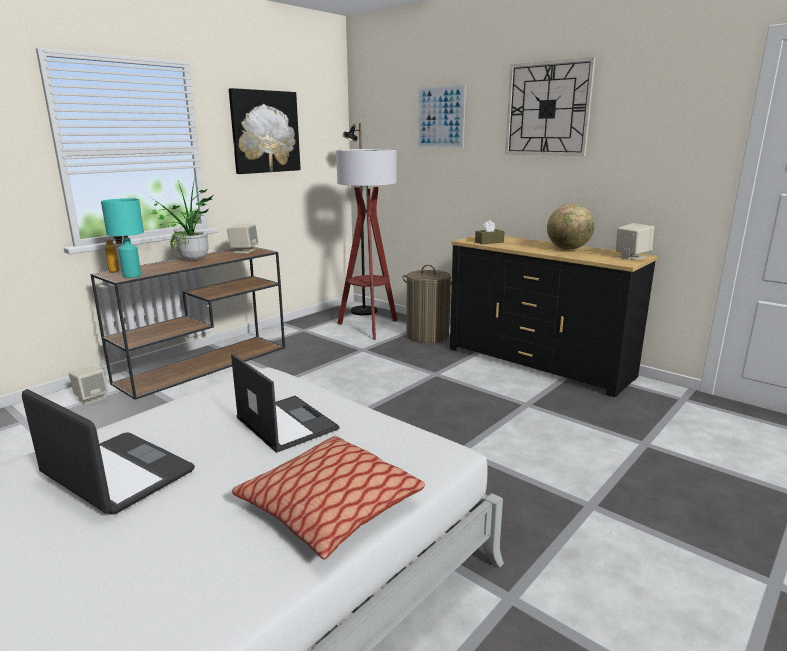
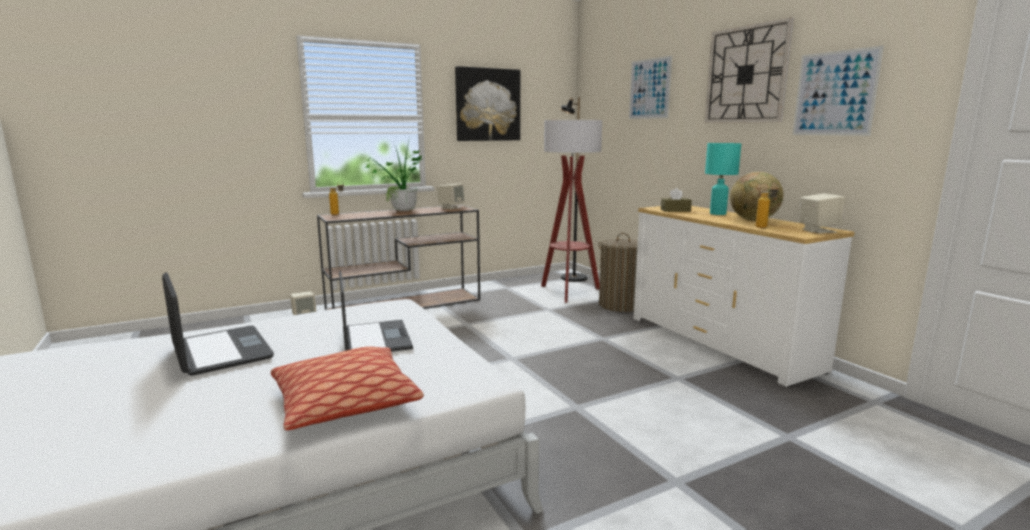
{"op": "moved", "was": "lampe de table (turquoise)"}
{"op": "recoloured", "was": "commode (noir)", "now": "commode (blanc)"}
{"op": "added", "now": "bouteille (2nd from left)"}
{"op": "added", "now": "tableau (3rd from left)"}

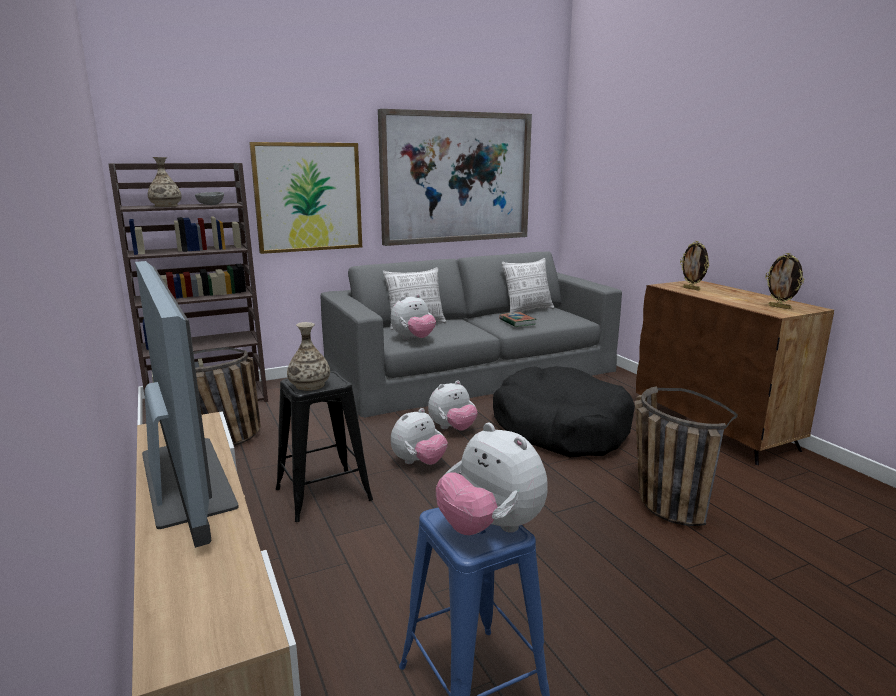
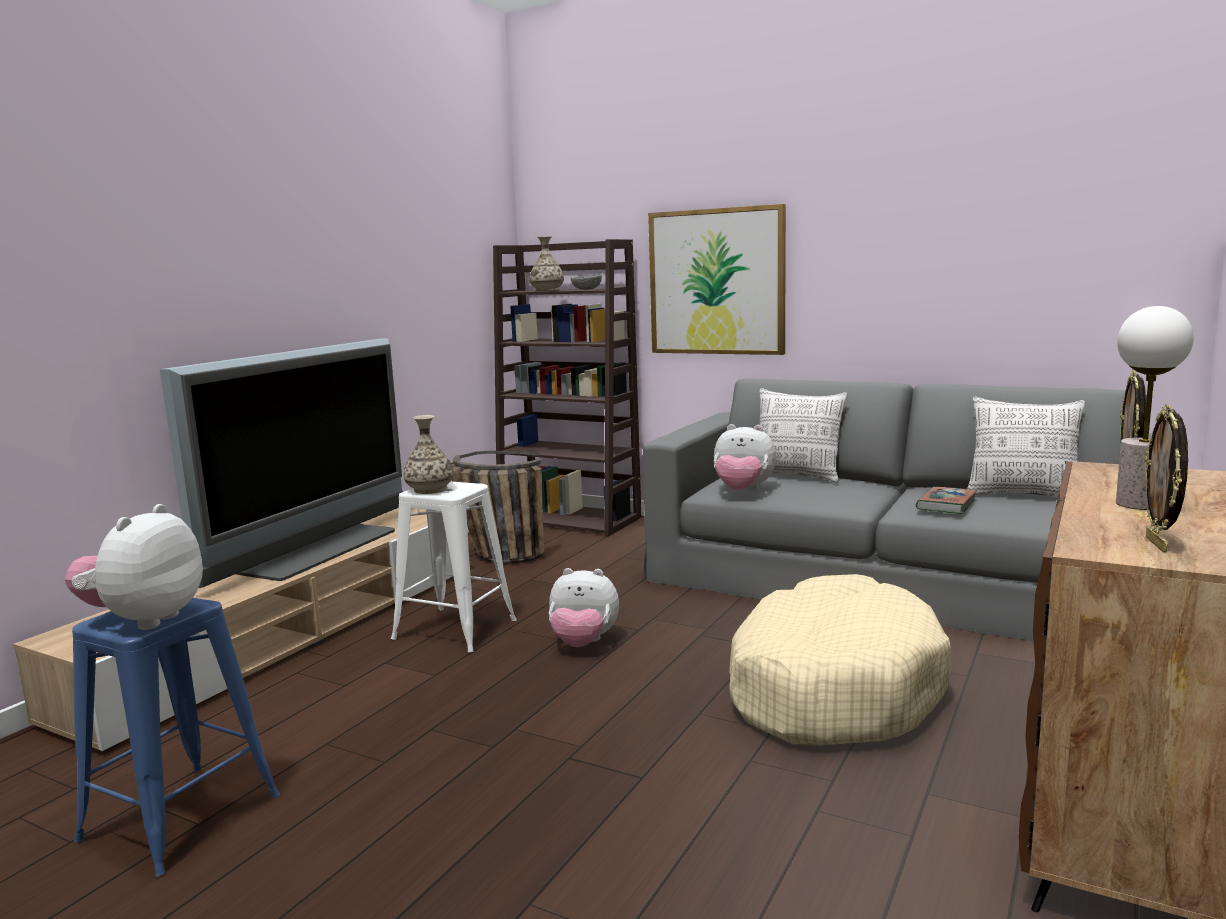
{"op": "recoloured", "was": "tabouret (noir)", "now": "tabouret (blanc)"}
{"op": "removed", "was": "tableau (2nd from left)"}
{"op": "removed", "was": "peluche (3rd from left)"}
{"op": "recoloured", "was": "panier pour chien (noir)", "now": "panier pour chien (beige)"}
{"op": "removed", "was": "panier (2nd from left)"}
{"op": "added", "now": "lampe de table"}

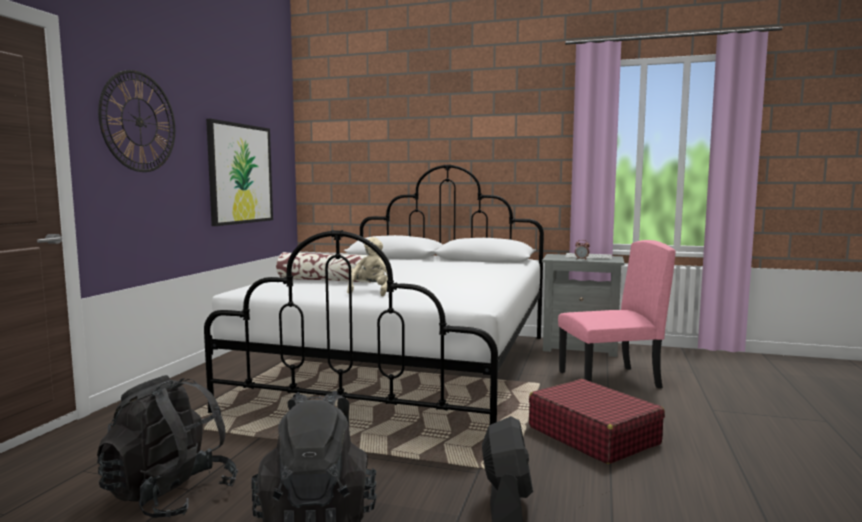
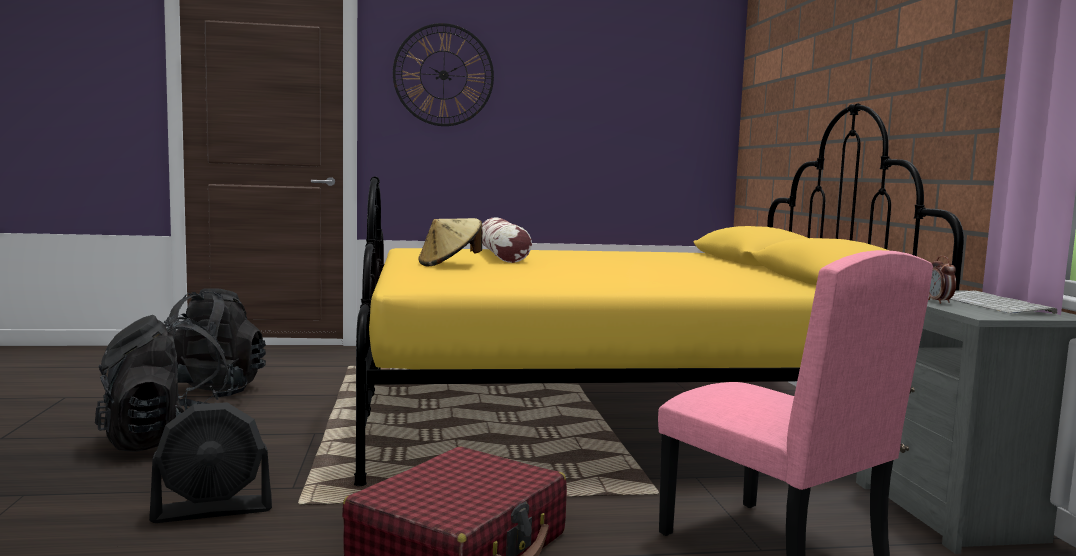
{"op": "recoloured", "was": "lit (blanc)", "now": "lit (jaune)"}
{"op": "removed", "was": "tableau"}
{"op": "replaced", "was": "peluche (beige)", "now": "chapeau (beige)"}

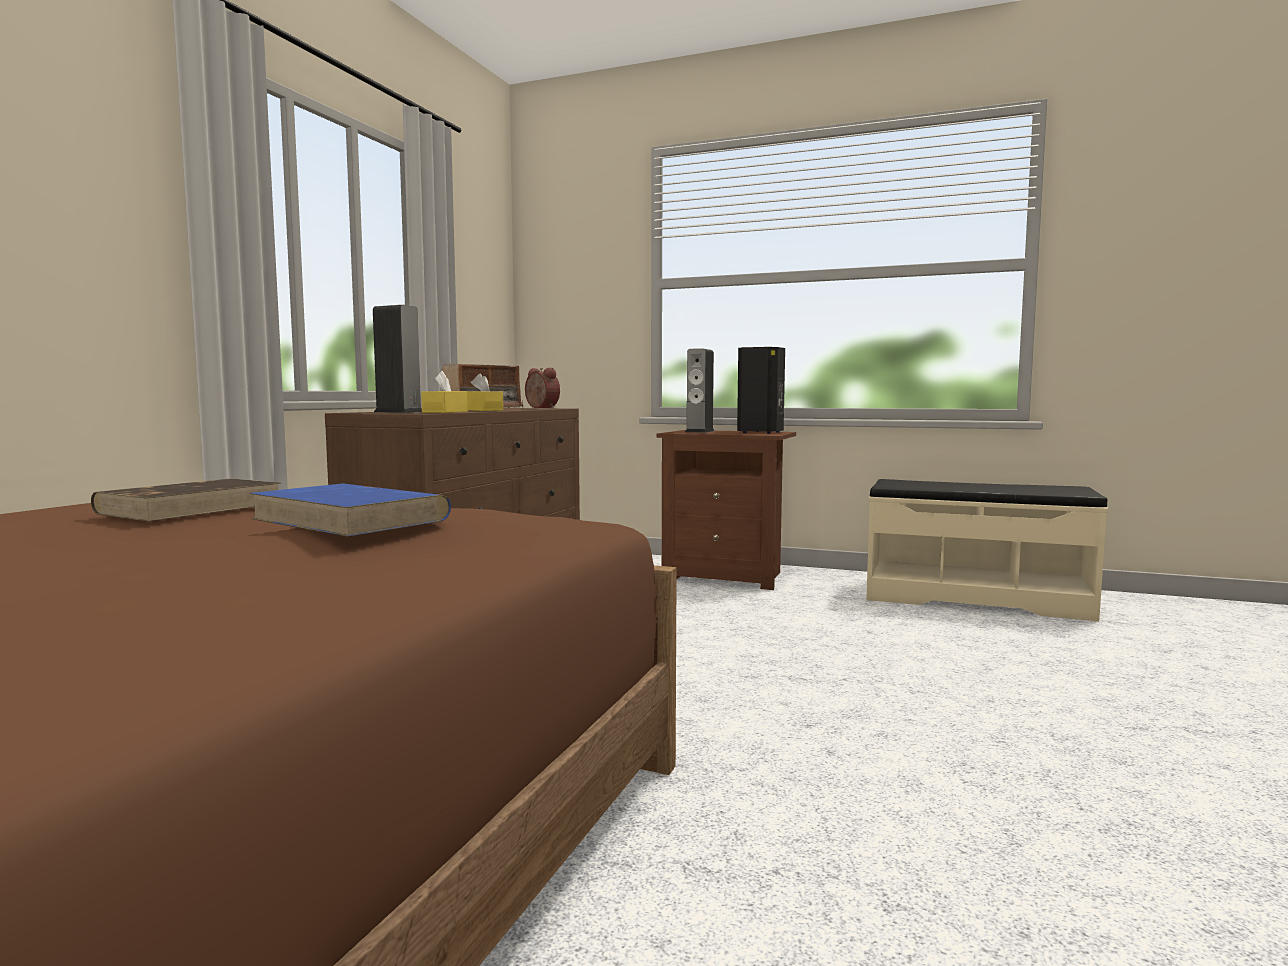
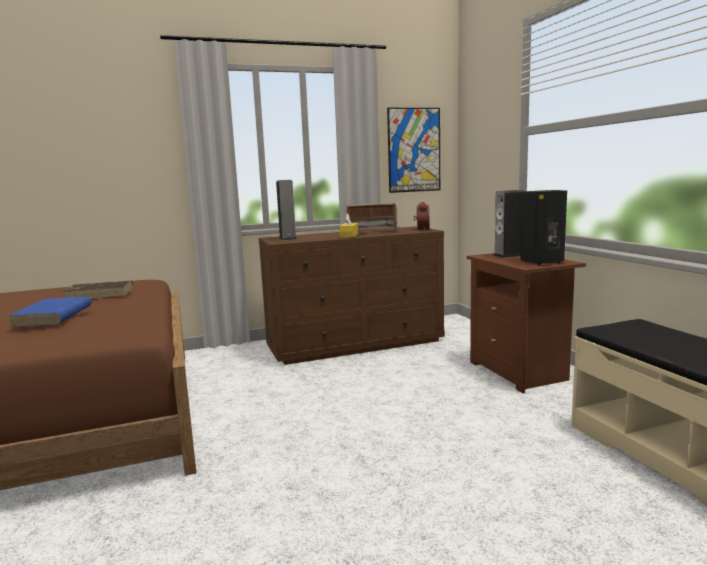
{"op": "removed", "was": "boîte à mouchoirs (jaune) (1st from left)"}
{"op": "added", "now": "tableau"}

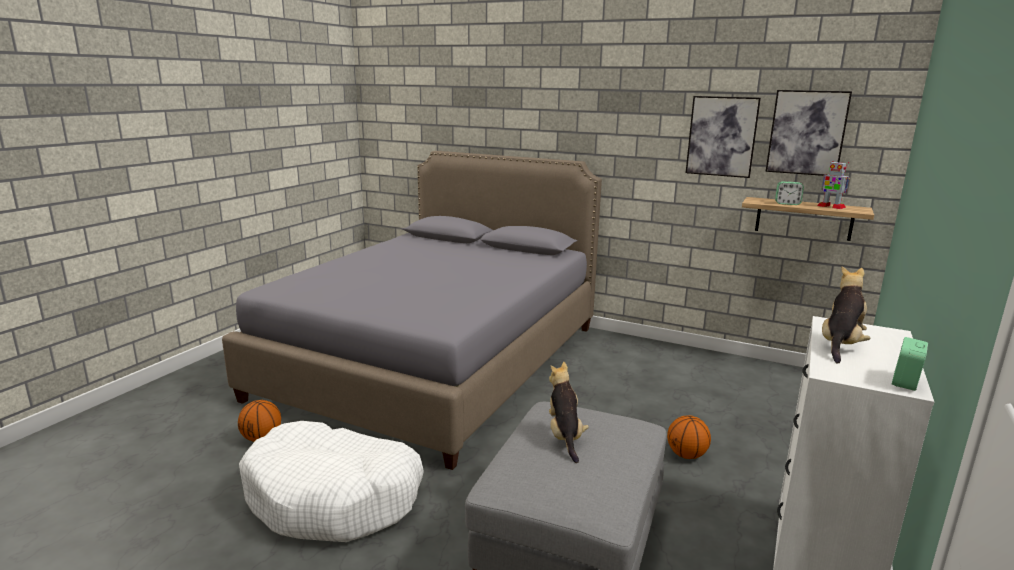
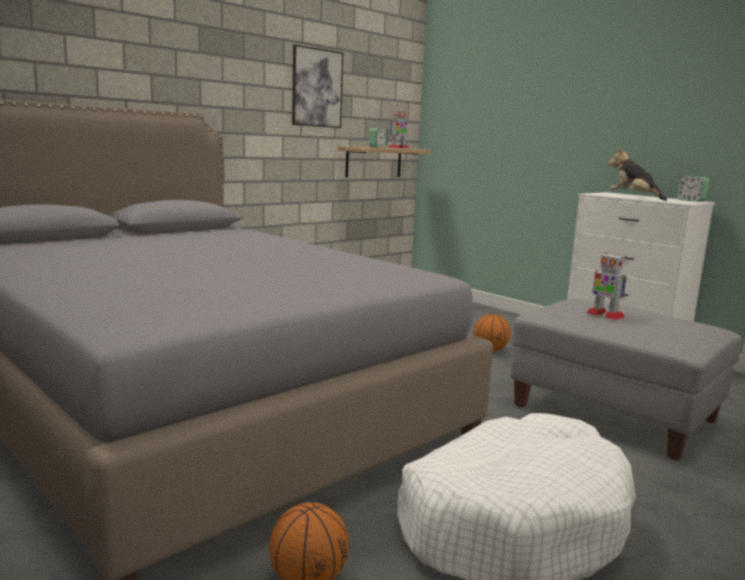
{"op": "replaced", "was": "peluche (1st from left)", "now": "robot jouet (2nd from left)"}
{"op": "removed", "was": "tableau (2nd from left)"}

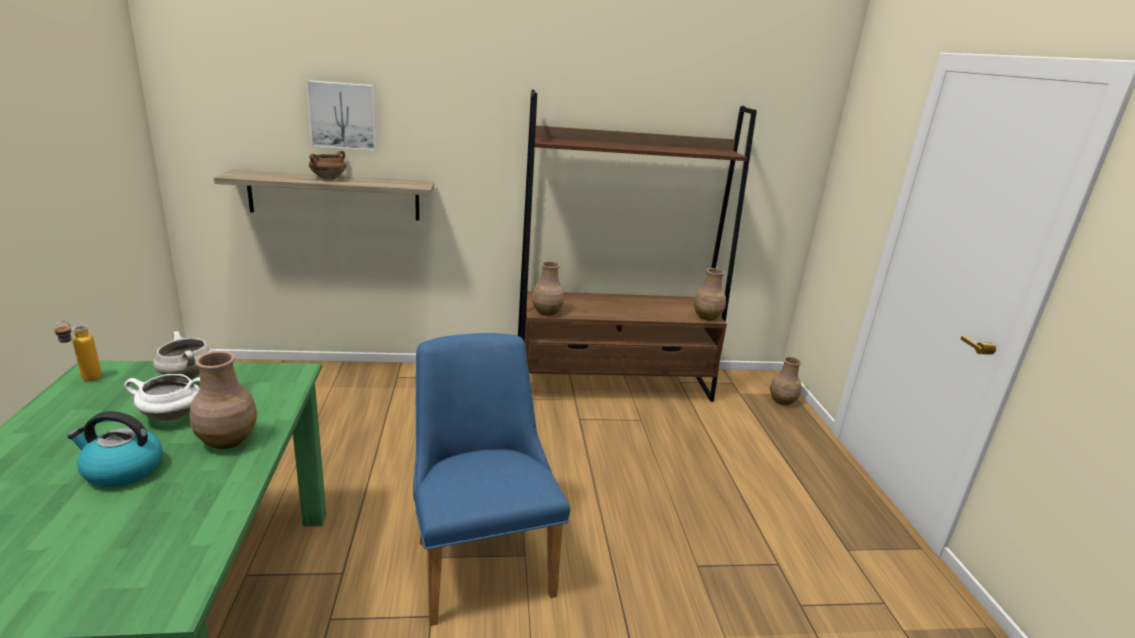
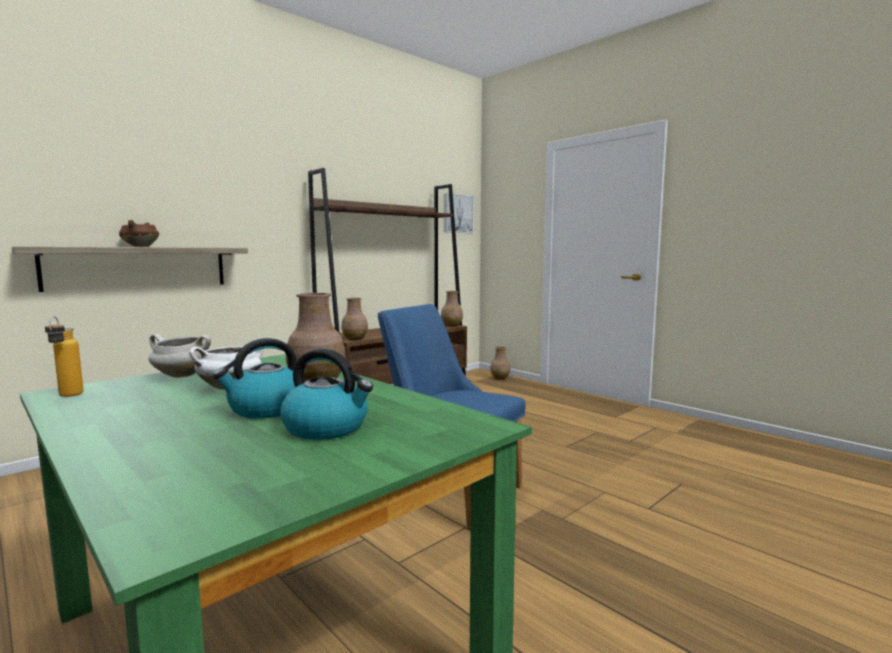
{"op": "moved", "was": "tableau"}
{"op": "added", "now": "bouilloire (2nd from left)"}

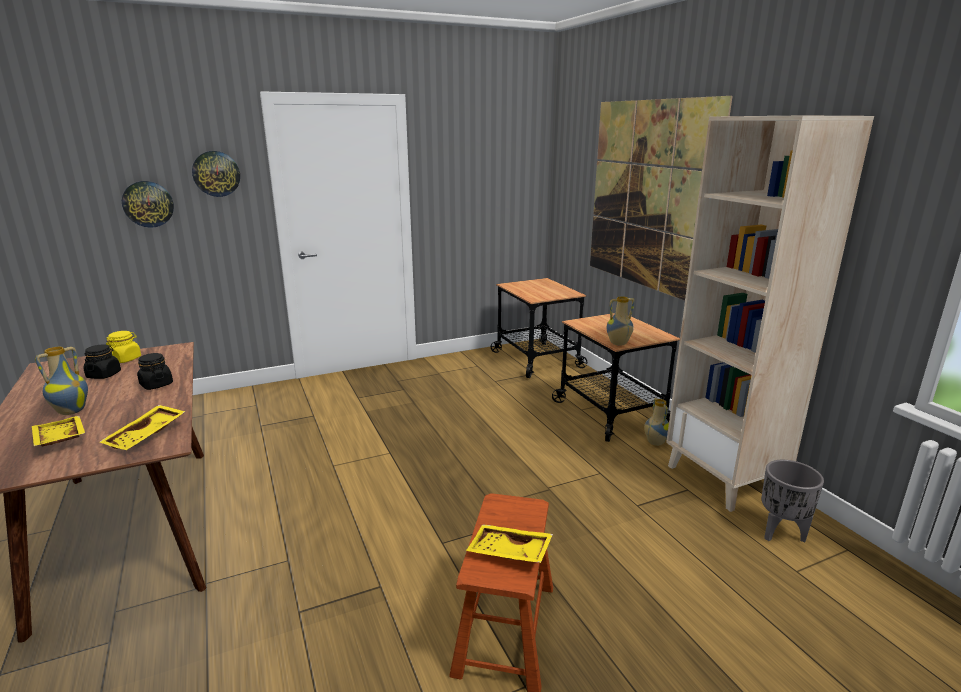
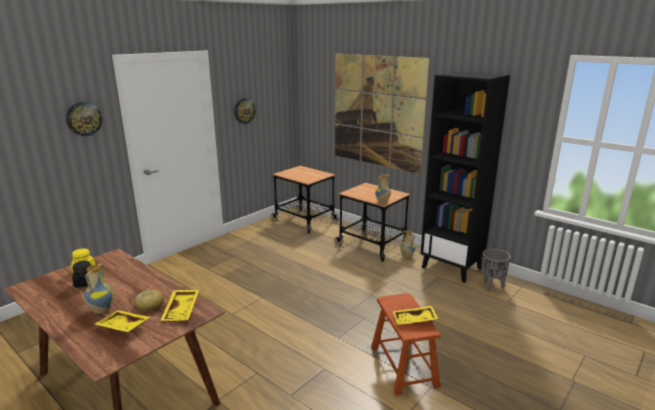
{"op": "moved", "was": "horloge murale (1st from left in the first image)", "now": "horloge murale (2nd from left)"}
{"op": "removed", "was": "bocal (noir) (2nd from left)"}
{"op": "recoloured", "was": "bibliothèque (beige)", "now": "bibliothèque (noir)"}
{"op": "added", "now": "pain"}

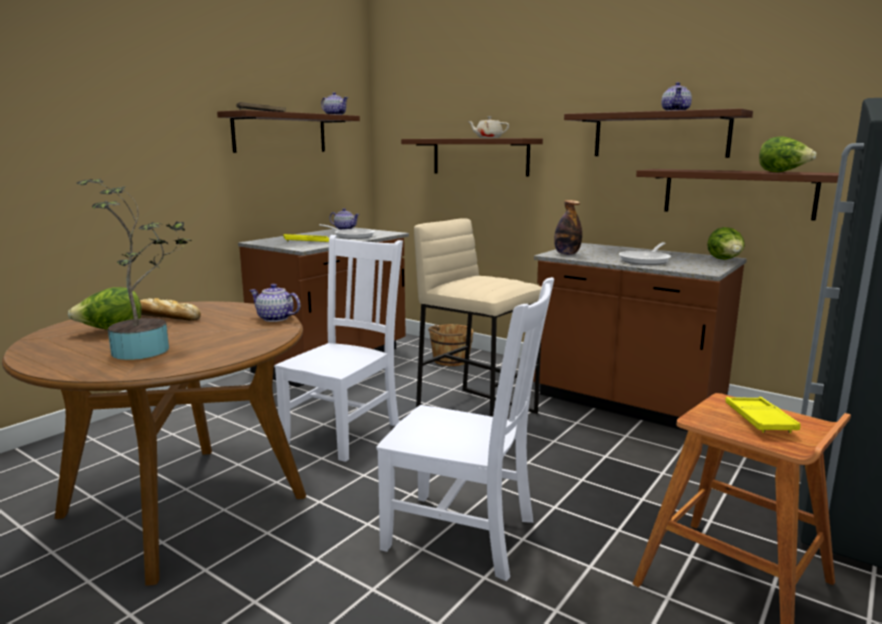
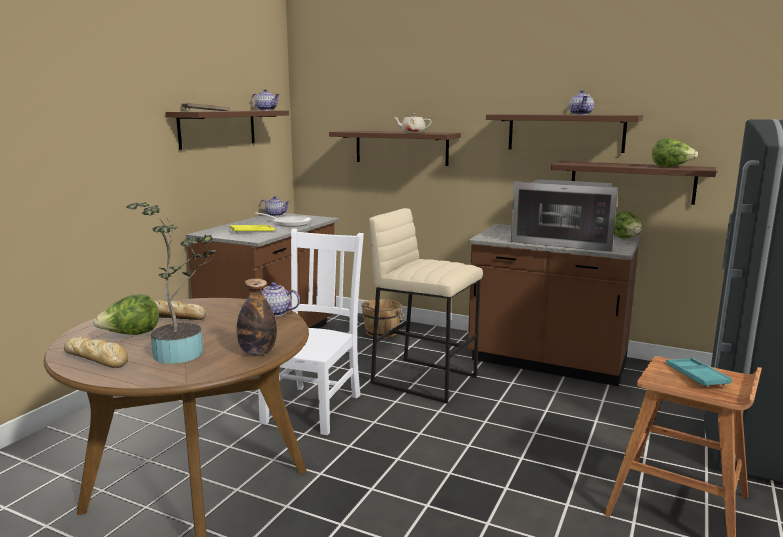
{"op": "removed", "was": "chaise (blanc) (2nd from left)"}
{"op": "moved", "was": "bouteille"}
{"op": "replaced", "was": "poêle (2nd from left)", "now": "micro-ondes"}
{"op": "recoloured", "was": "plateau (jaune) (2nd from left)", "now": "plateau (turquoise)"}
{"op": "added", "now": "pain (1st from left)"}

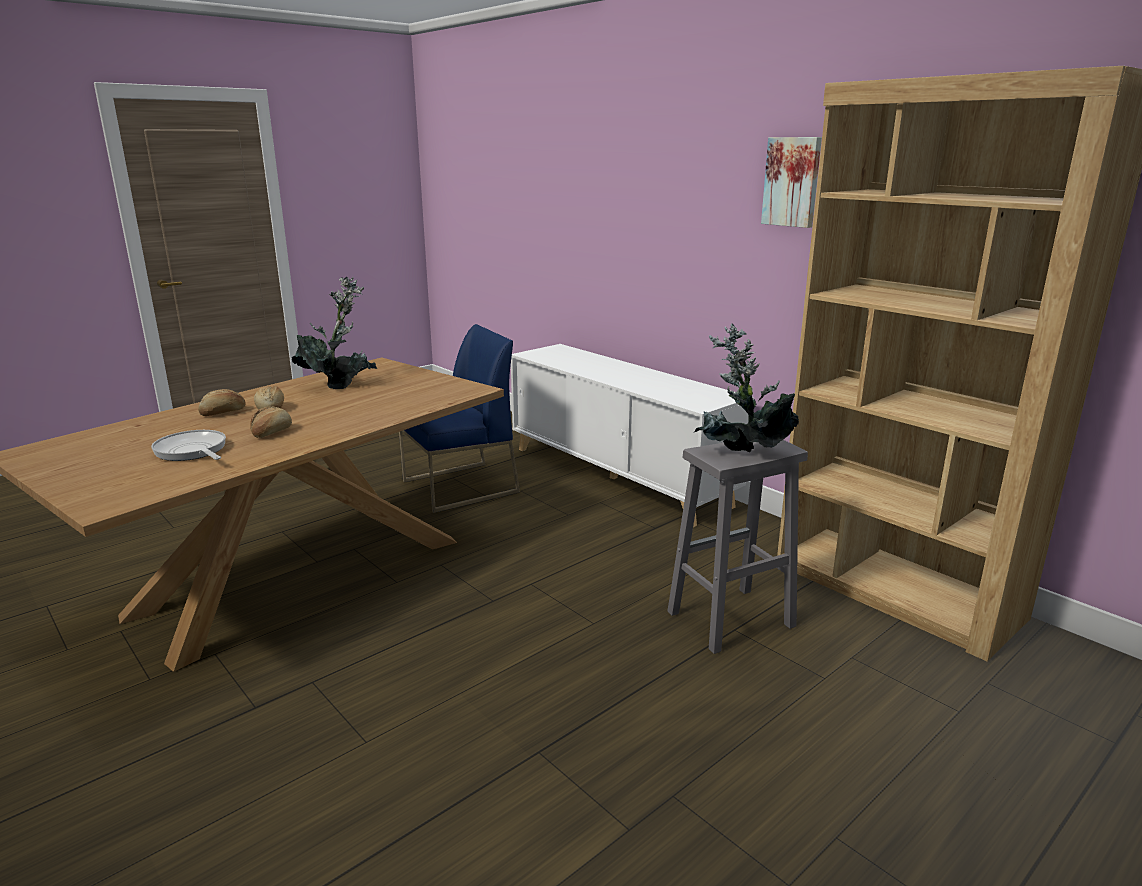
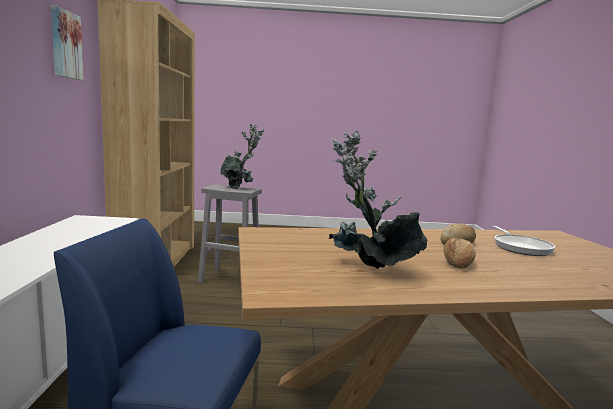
{"op": "removed", "was": "pain (1st from left)"}

